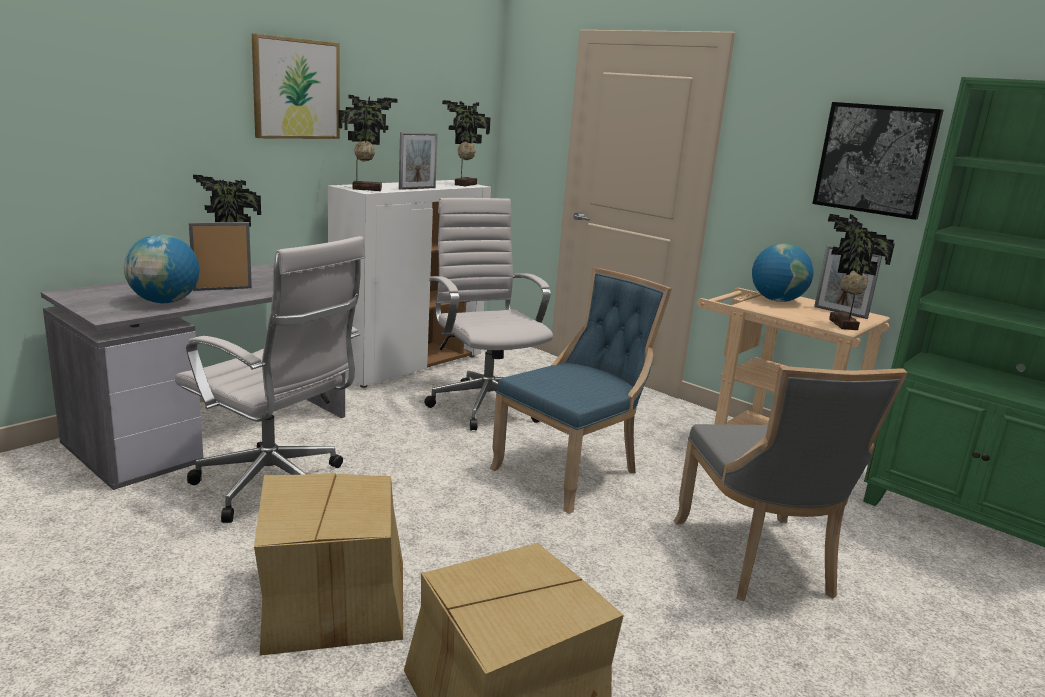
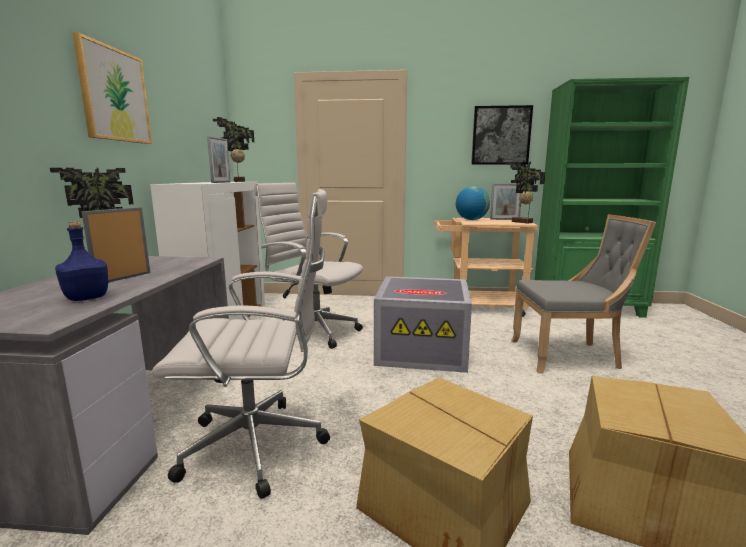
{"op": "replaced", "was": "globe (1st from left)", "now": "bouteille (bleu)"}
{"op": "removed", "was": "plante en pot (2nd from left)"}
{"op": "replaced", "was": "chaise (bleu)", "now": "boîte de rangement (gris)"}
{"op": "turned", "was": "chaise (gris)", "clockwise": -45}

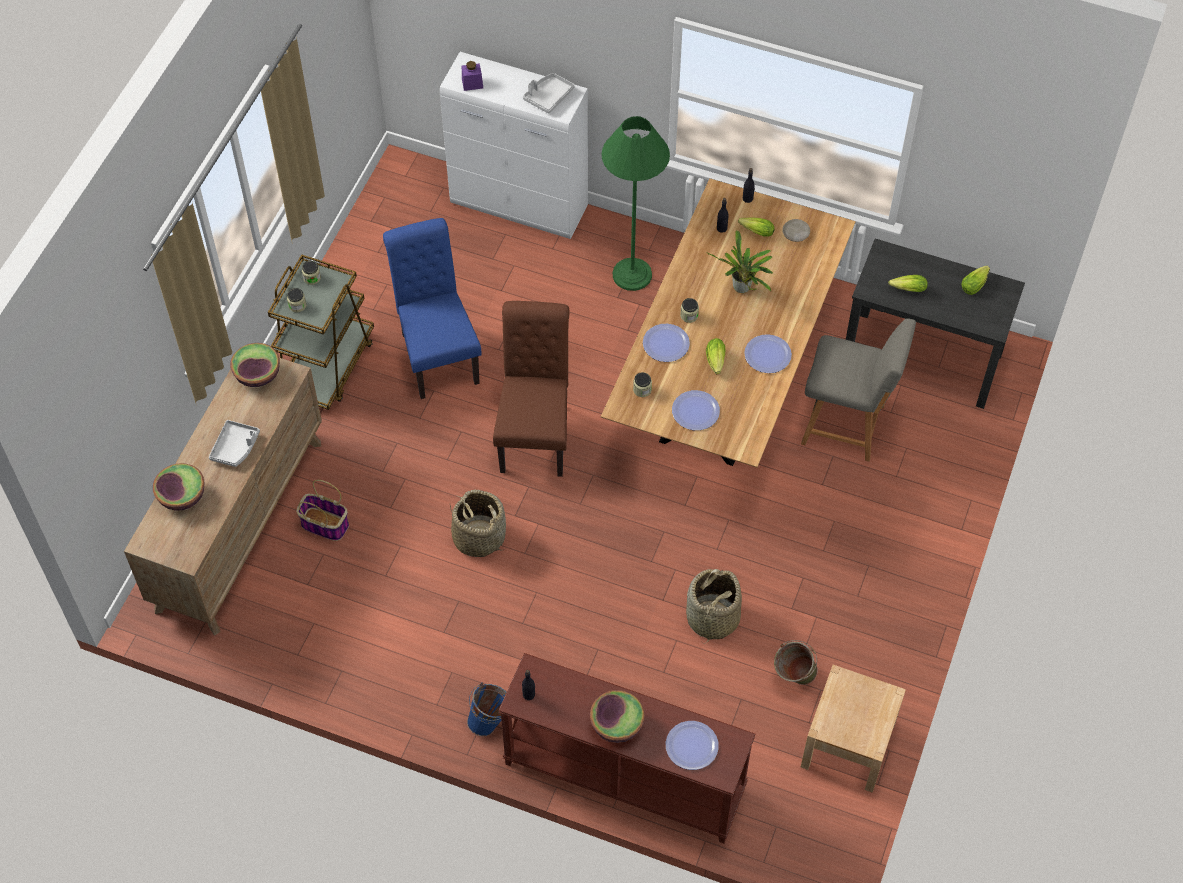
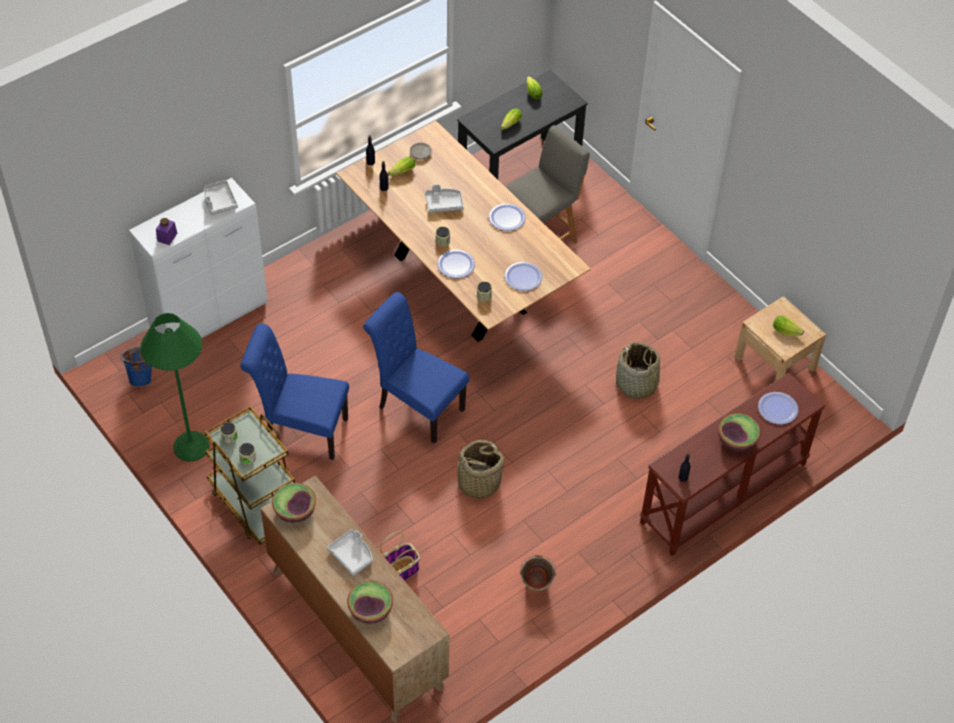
{"op": "moved", "was": "seau (bleu)"}
{"op": "recoloured", "was": "chaise (marron)", "now": "chaise (bleu) (2nd from left)"}
{"op": "moved", "was": "lampadaire (vert)"}
{"op": "replaced", "was": "plante en pot", "now": "plateau (gris) (3rd from left)"}
{"op": "moved", "was": "laitue (1st from left in the first image)", "now": "laitue (4th from left)"}
{"op": "moved", "was": "seau (vert)"}

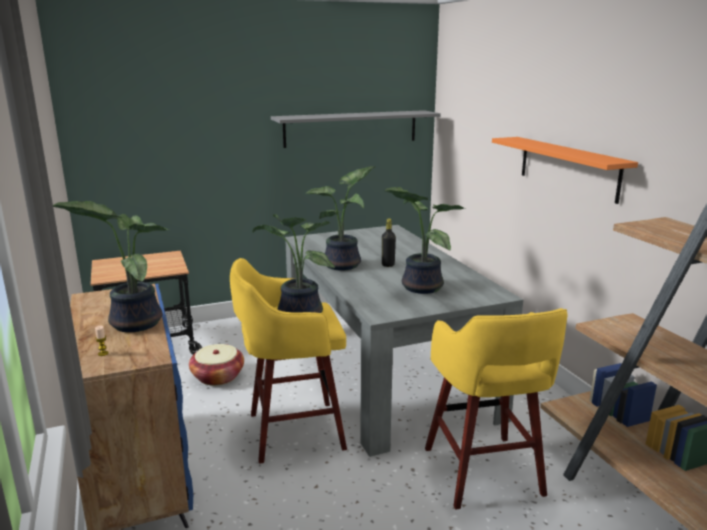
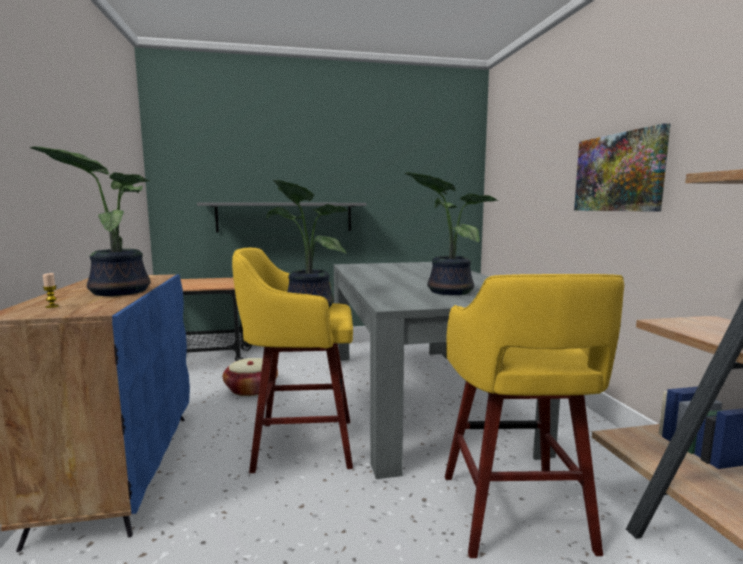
{"op": "moved", "was": "étagère (gris)"}
{"op": "removed", "was": "plante en pot (3rd from left)"}
{"op": "removed", "was": "bouteille (noir)"}
{"op": "replaced", "was": "étagère (orange)", "now": "tableau"}

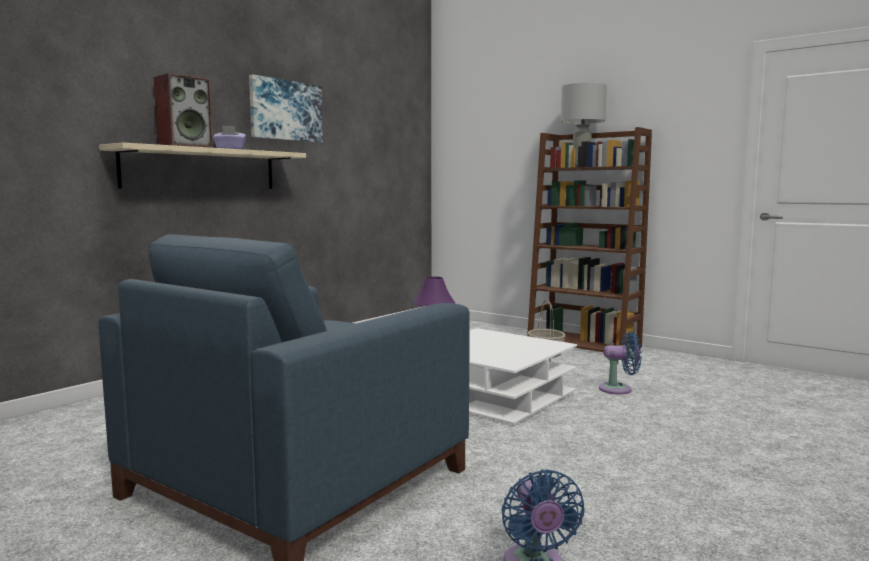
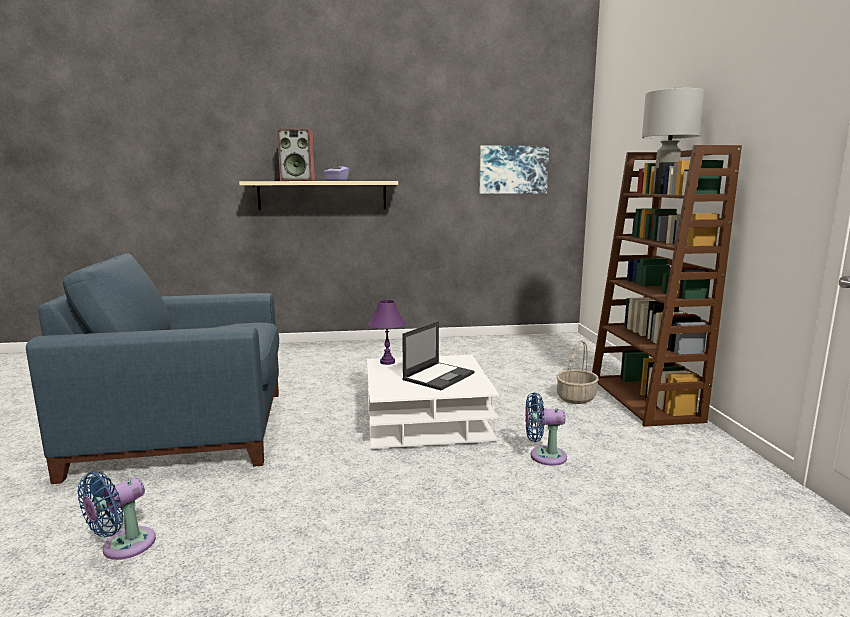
{"op": "moved", "was": "tableau"}
{"op": "turned", "was": "ventilateur (bleu) (2nd from left)", "clockwise": 135}
{"op": "added", "now": "ordinateur portable"}

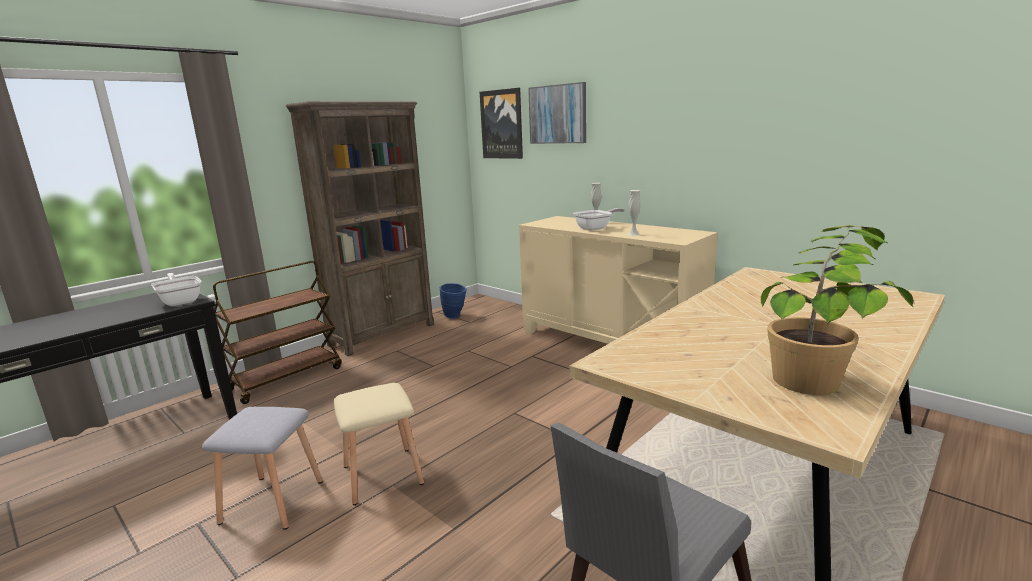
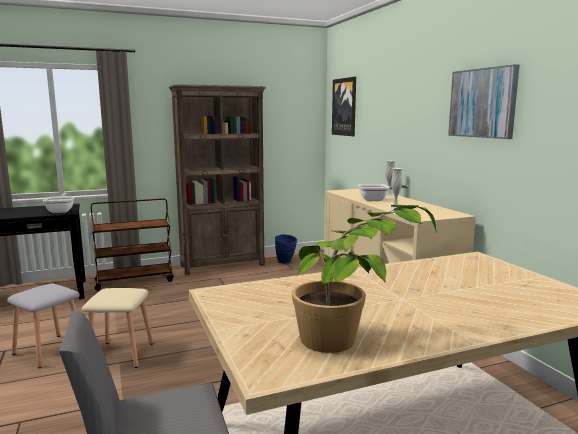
{"op": "moved", "was": "tableau (2nd from left)"}

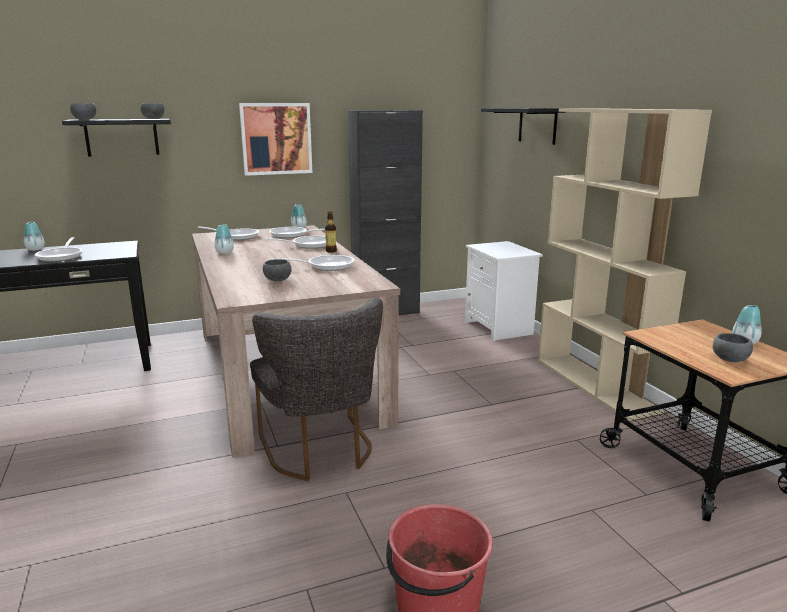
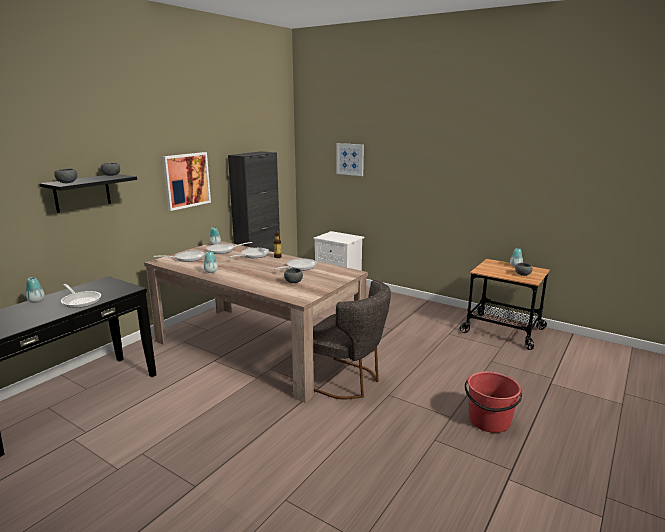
{"op": "replaced", "was": "étagère (noir) (2nd from left)", "now": "tableau (2nd from left)"}
{"op": "removed", "was": "bibliothèque (beige)"}

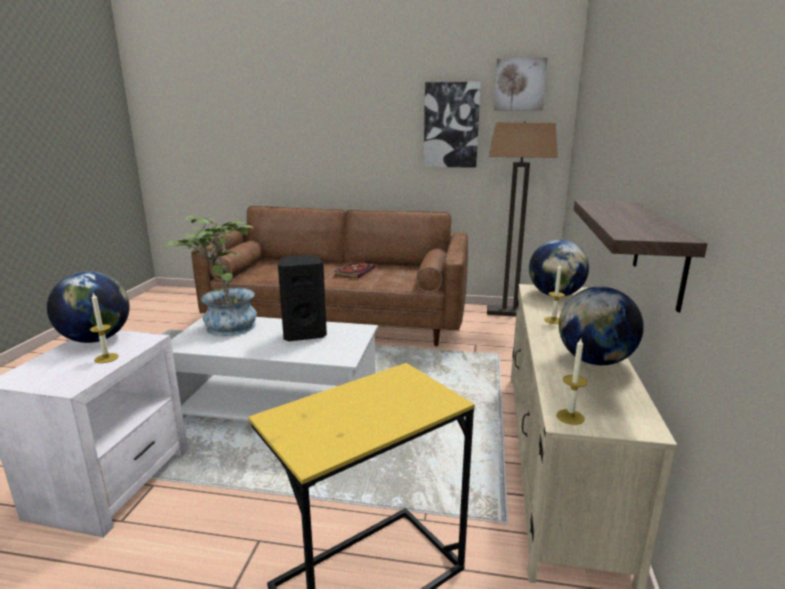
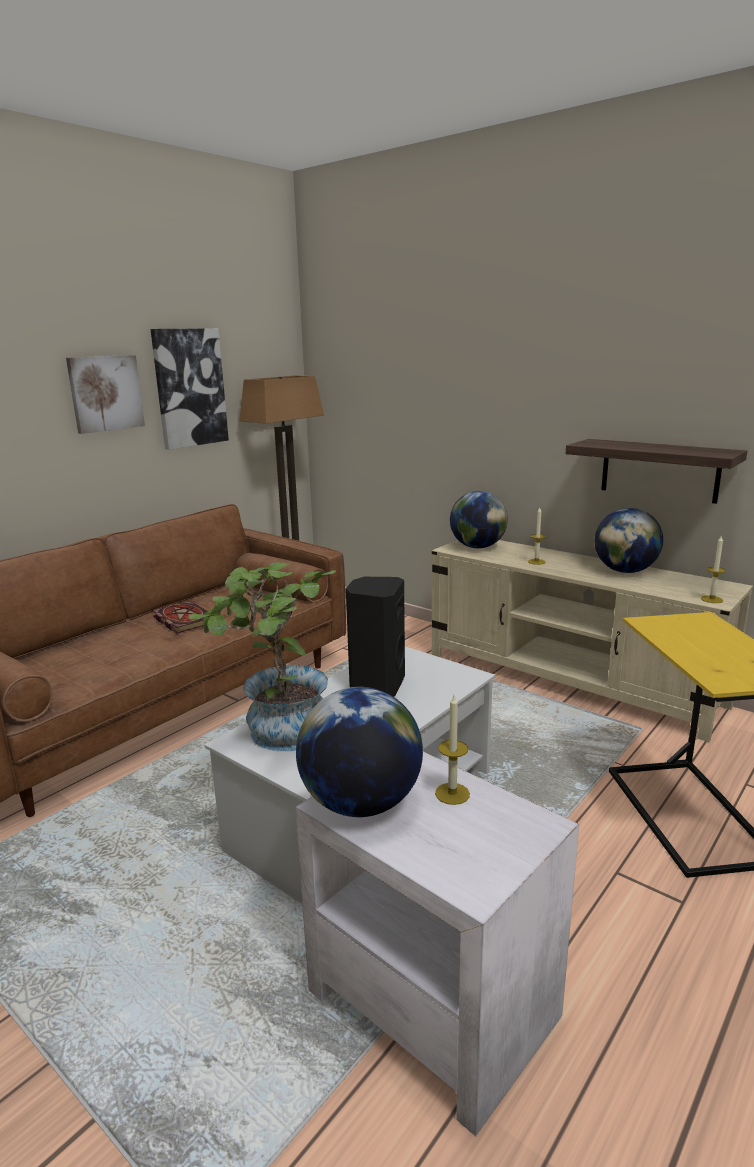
{"op": "moved", "was": "tableau (2nd from left in the first image)", "now": "tableau (1st from left)"}

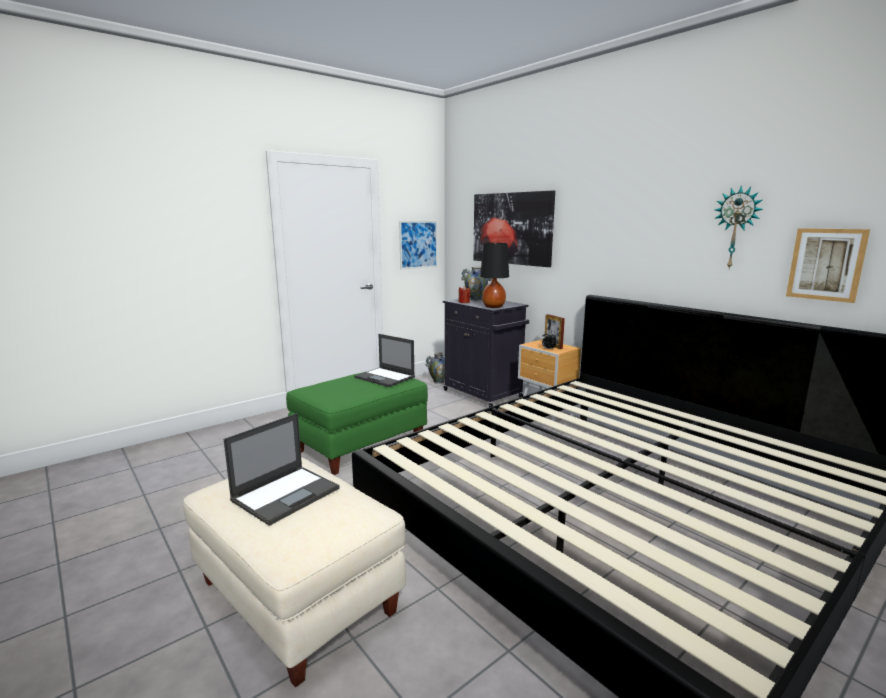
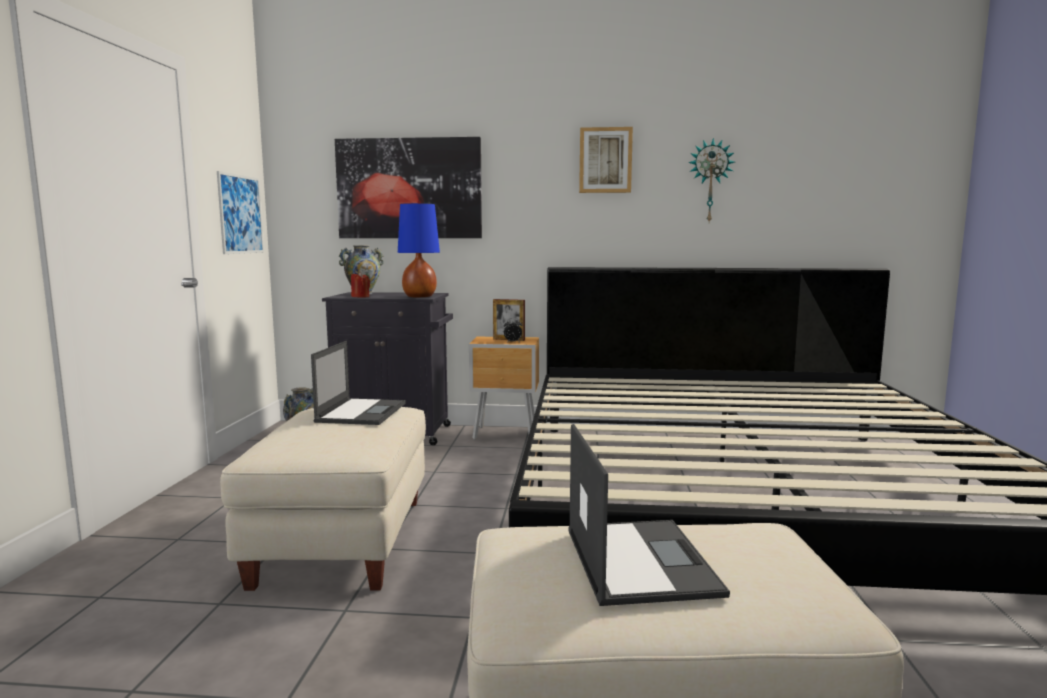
{"op": "recoloured", "was": "pouf (vert)", "now": "pouf (beige) (1st from left)"}
{"op": "turned", "was": "ordinateur portable (2nd from left in the first image)", "clockwise": -75}
{"op": "recoloured", "was": "lampe de table (noir)", "now": "lampe de table (bleu)"}
{"op": "moved", "was": "tableau (3rd from left)"}

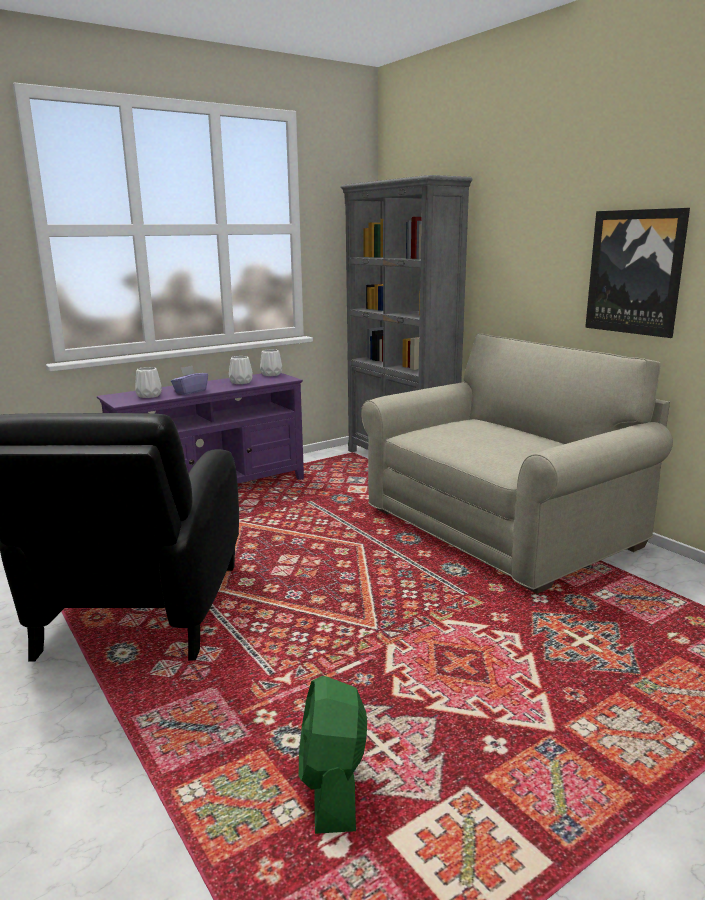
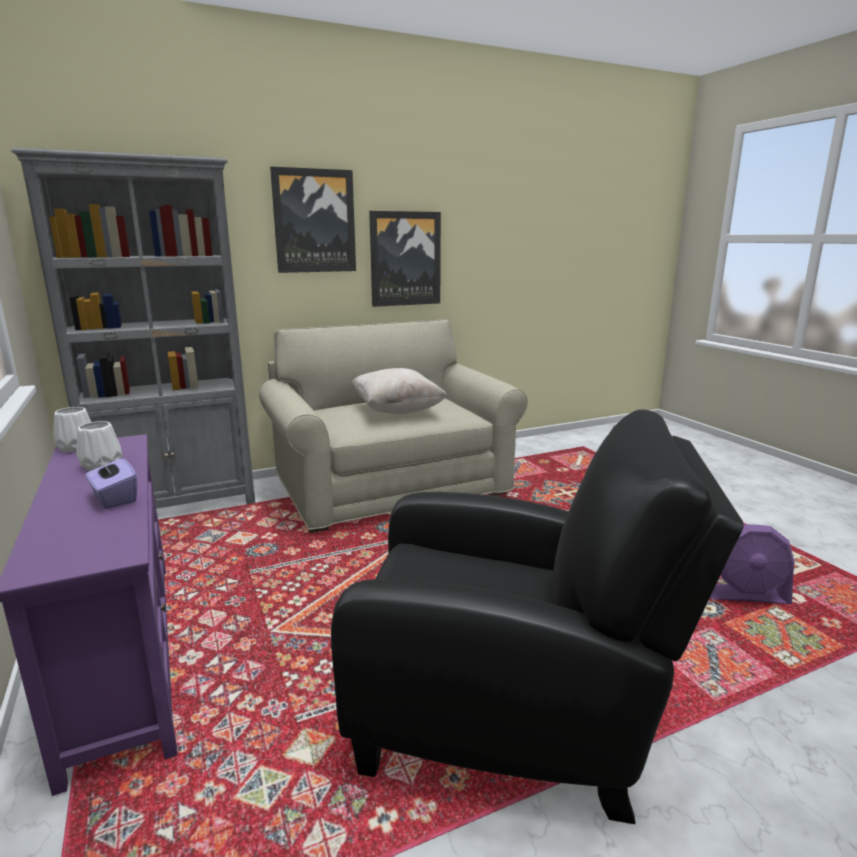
{"op": "removed", "was": "vase (blanc) (1st from left)"}
{"op": "recoloured", "was": "ventilateur (vert)", "now": "ventilateur (violet)"}
{"op": "added", "now": "tableau (1st from left)"}
{"op": "added", "now": "coussin (beige)"}

